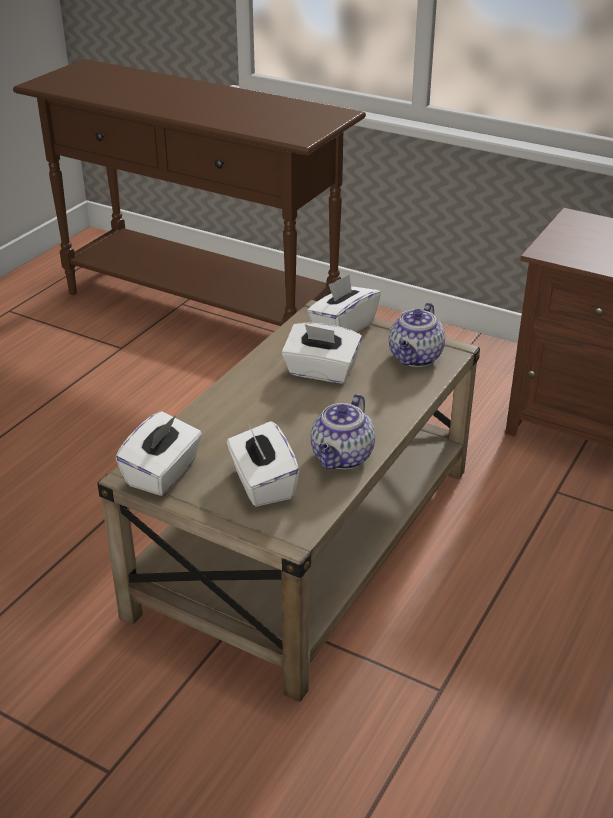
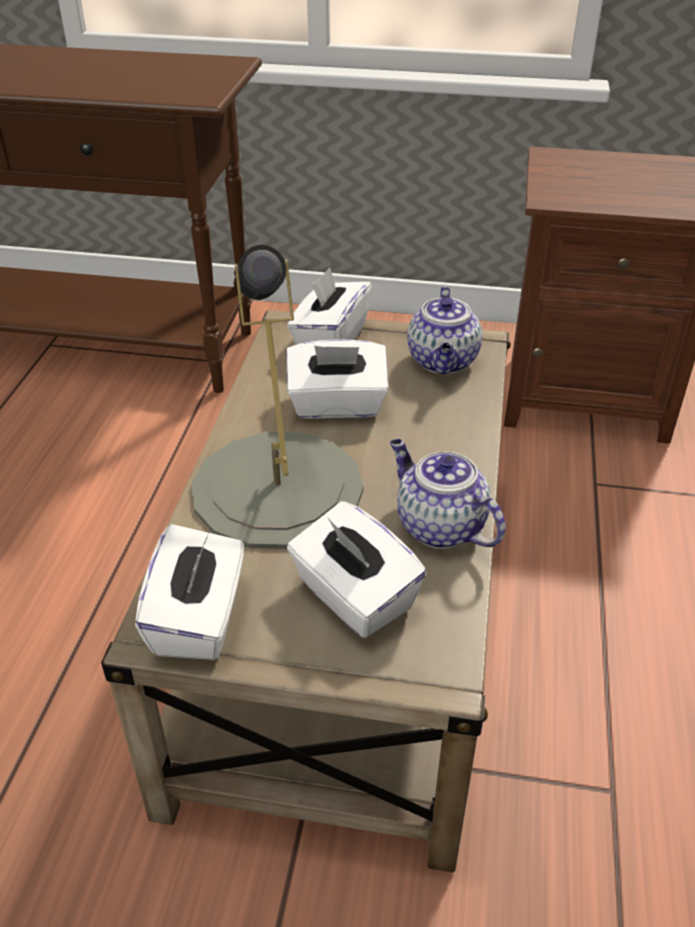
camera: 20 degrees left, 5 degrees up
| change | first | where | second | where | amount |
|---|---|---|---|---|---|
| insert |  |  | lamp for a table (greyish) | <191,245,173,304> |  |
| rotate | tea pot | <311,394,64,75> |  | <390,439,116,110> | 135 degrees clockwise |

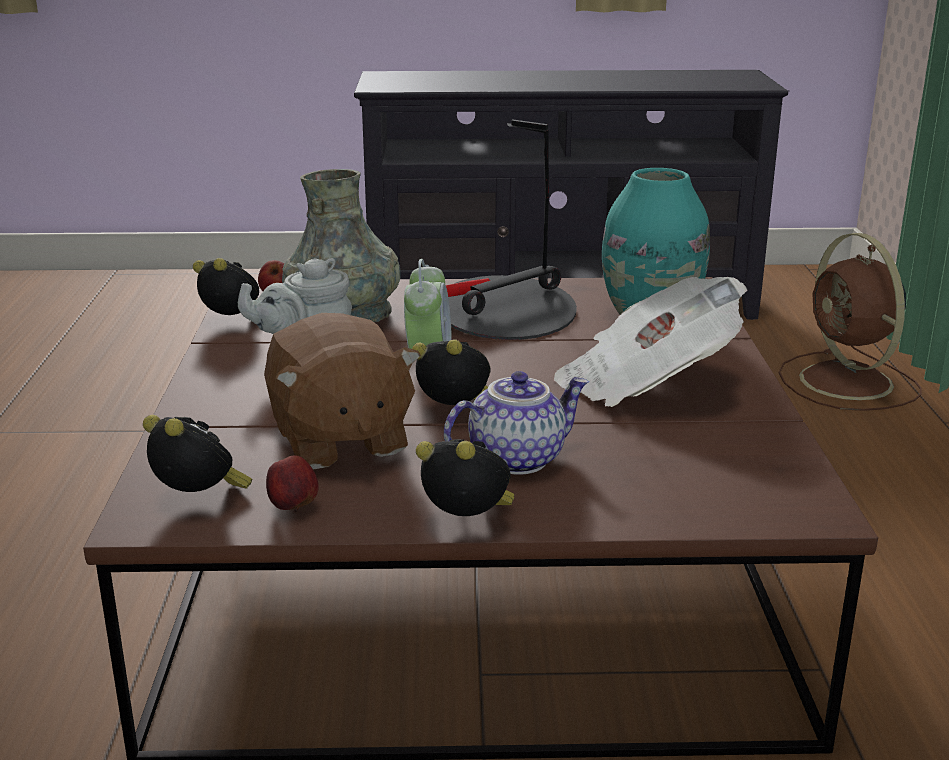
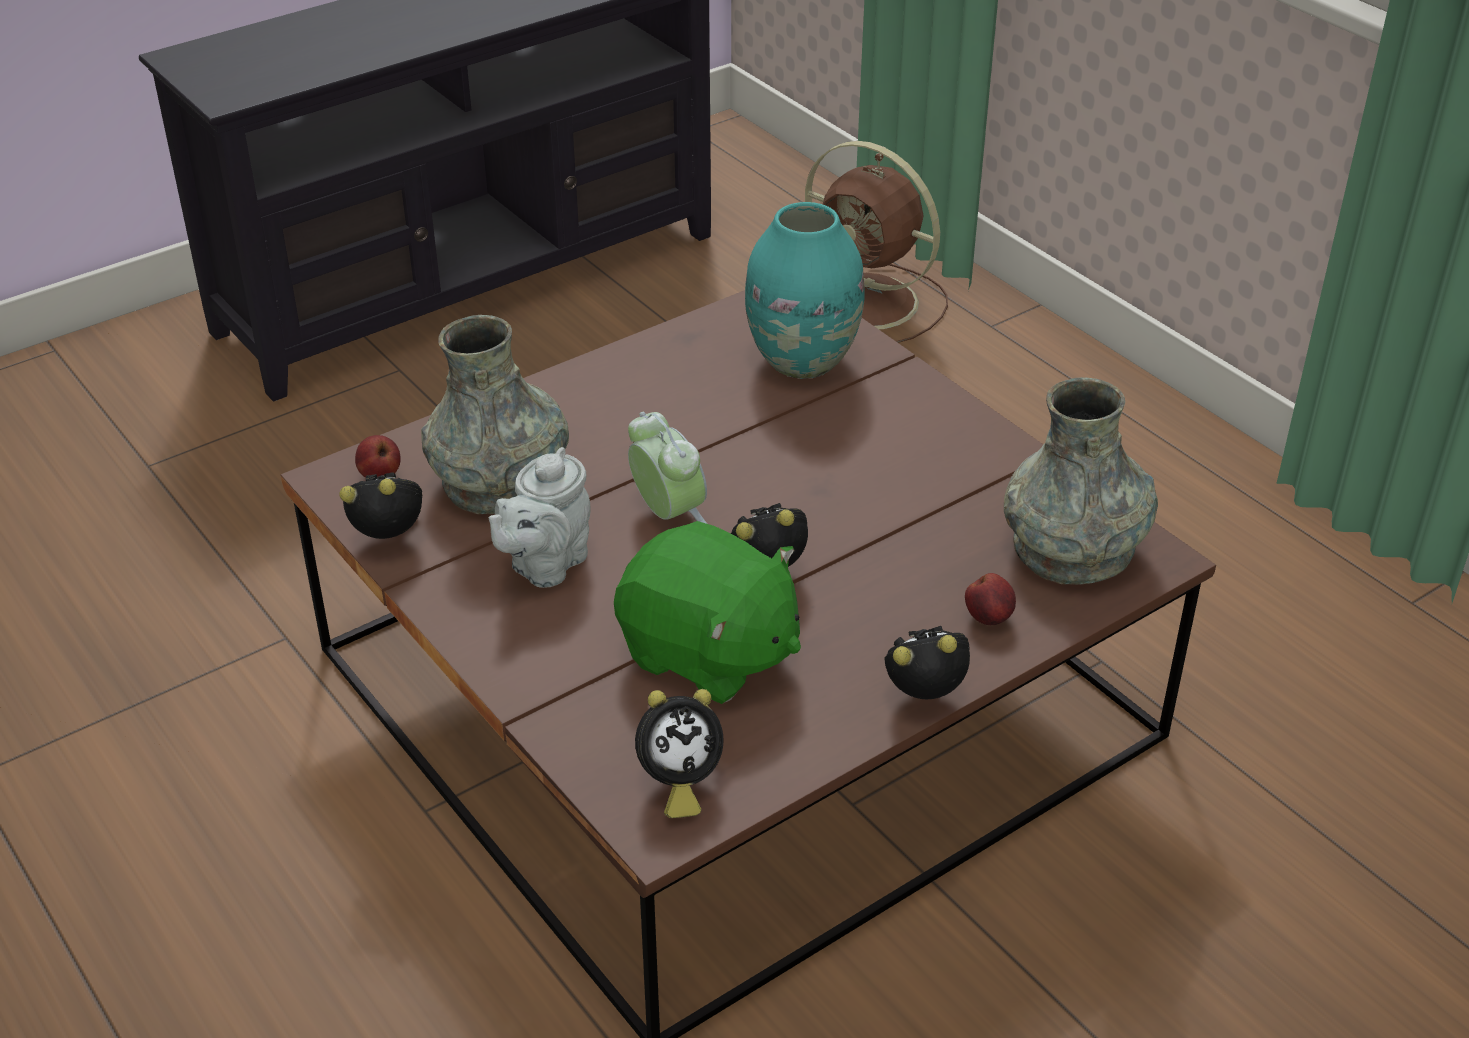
camera: 35 degrees left, 15 degrees up
| change | first | where | second | where | amount |
|---|---|---|---|---|---|
| recolor | cuddly toy (brownish) | <264,313,157,156> | cuddly toy (green) | <614,521,187,183> |  |
| rotate | table clock | <143,415,109,77> |  | <635,689,88,129> | 150 degrees clockwise |
| move | whole apple | <266,455,53,57> |  | <965,573,51,52> |  |
| insert |  |  | flower vase (greyish) | <1004,377,154,208> |  |
| delete | tea pot | <444,371,145,104> |  |  |  |
| delete | lamp for a table | <446,119,131,221> |  |  |  |
| delete | daily paper | <554,277,193,130> |  |  |  |

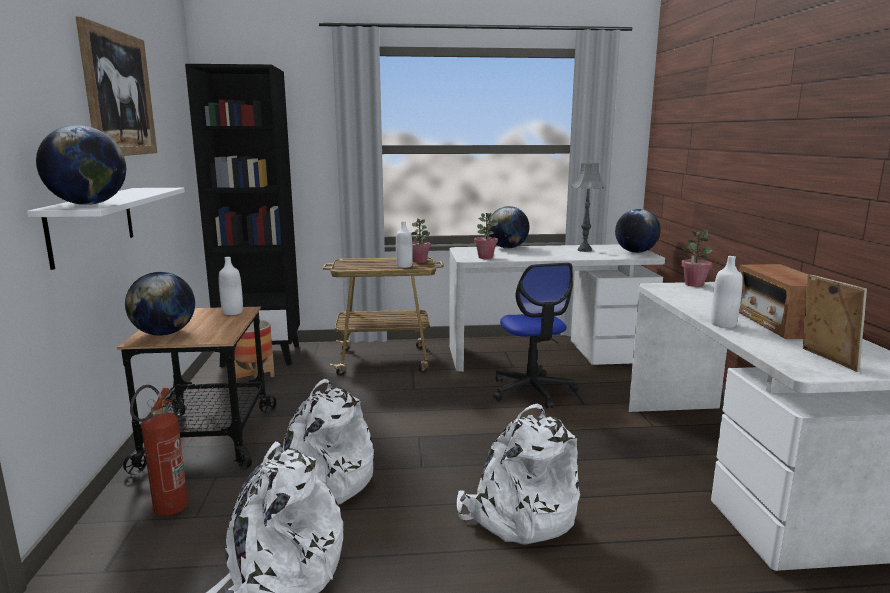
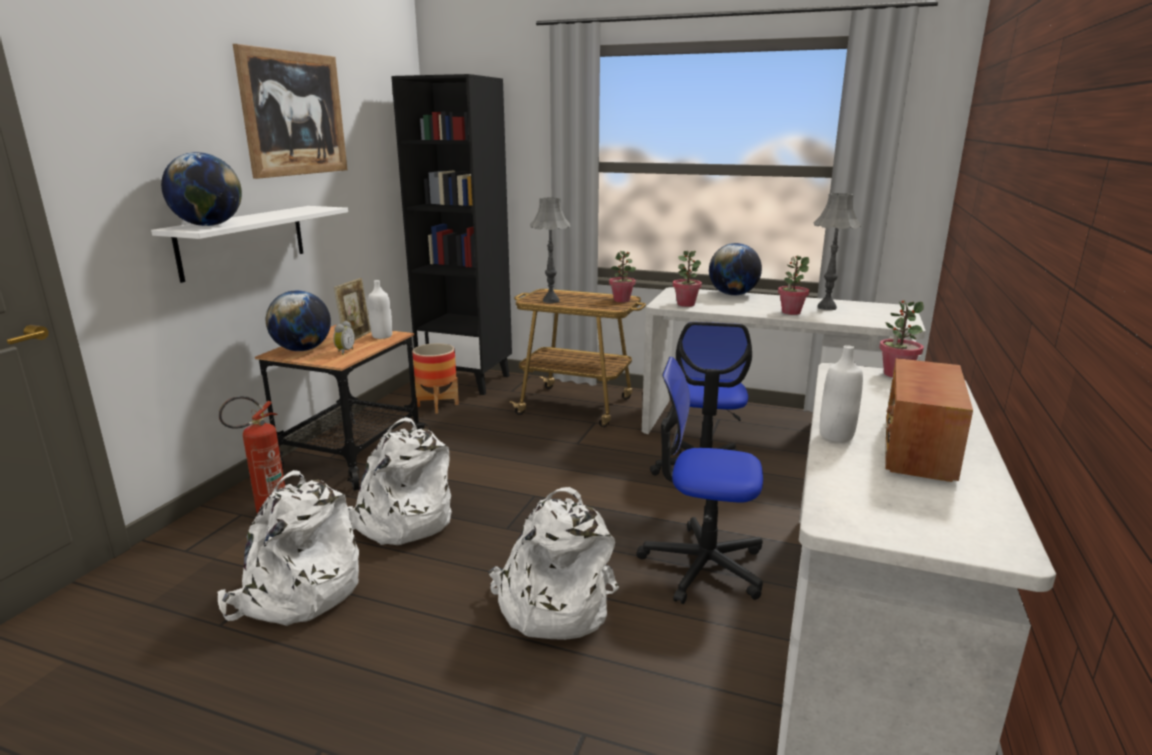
camera: 25 degrees right, 5 degrees up
| change | first | where | second | where | amount |
|---|---|---|---|---|---|
| insert |  |  | table clock | <333,321,22,34> |  |
| move | picture frame | <803,274,64,98> |  | <334,278,37,62> |  |
| insert |  |  | lamp for a table (greyish) | <530,197,41,106> |  |
| insert |  |  | computer chair | <636,357,127,247> |  |
| insert |  |  | potted plant | <778,256,31,59> |  |
| delete | beverage bottle (white) | <396,221,17,47> |  |  |  |
| delete | desk globe | <615,209,46,44> |  |  |  |

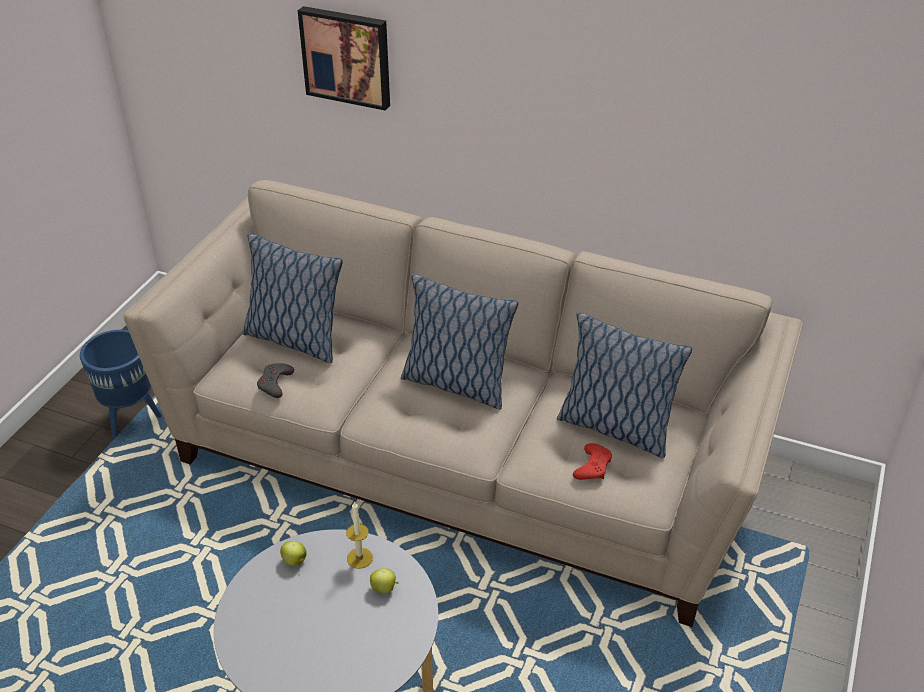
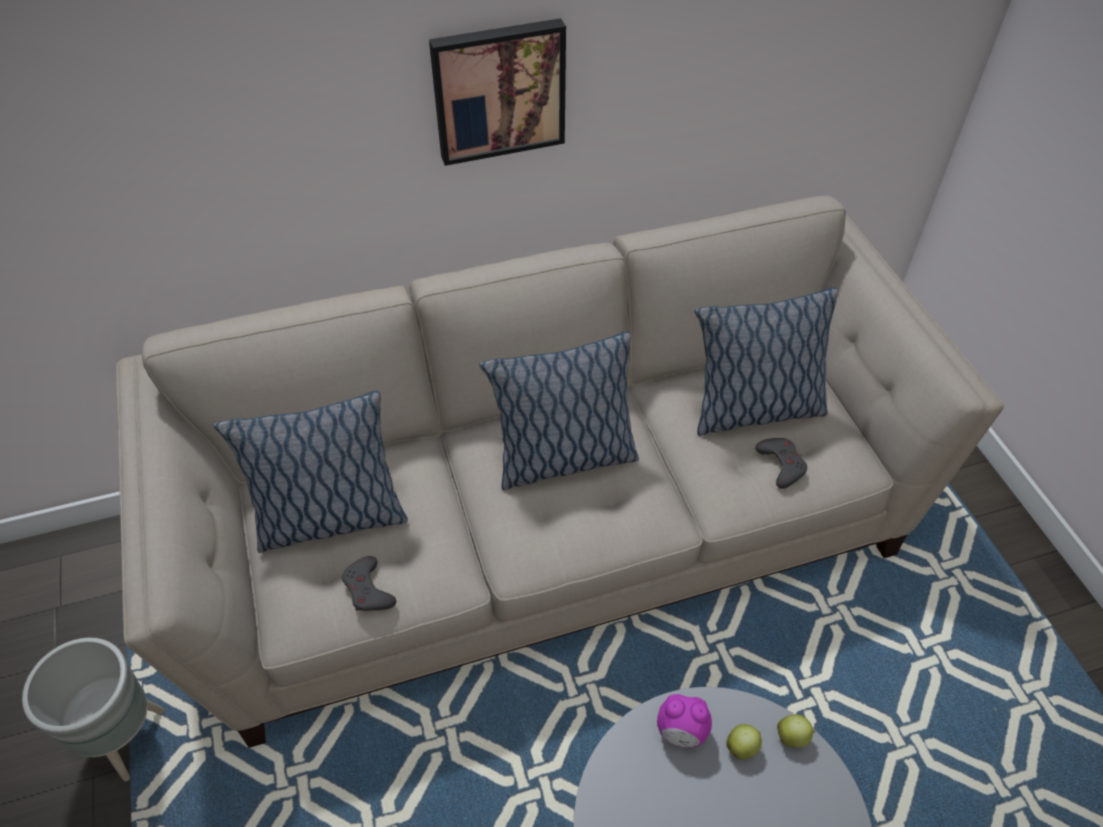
camera: 40 degrees left, 10 degrees up
| change | first | where | second | where | amount |
|---|---|---|---|---|---|
| recolor | plant pot (bluish) | <80,330,81,108> | plant pot (greyish) | <22,638,142,143> |  |
| move | wall art | <298,6,92,105> |  | <429,18,137,148> |  |
| replace | wax candle | <346,501,27,68> | table clock | <657,694,55,53> |  |
| recolor | game controller (red) | <573,443,39,37> | game controller (greyish) | <755,438,52,51> |  |
| move | whole apple | <280,541,27,25> |  | <777,714,38,34> |  |

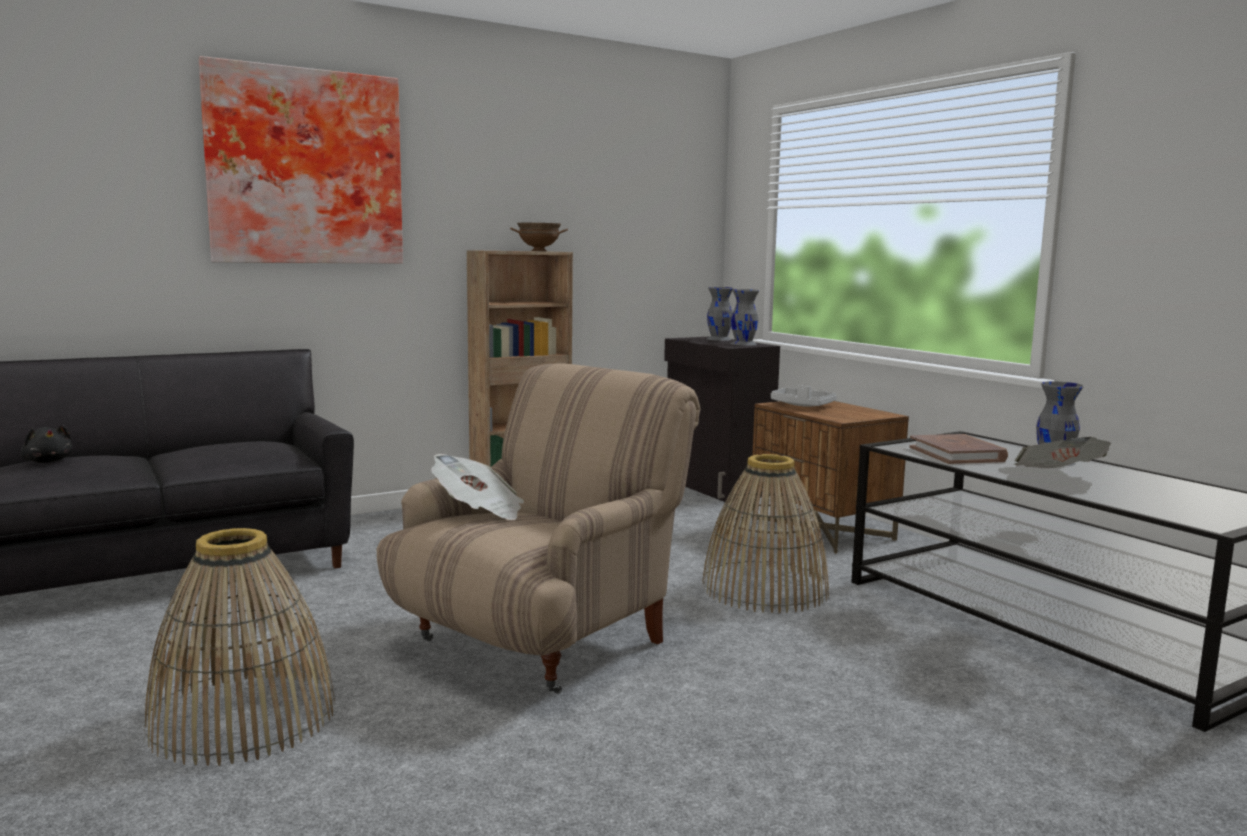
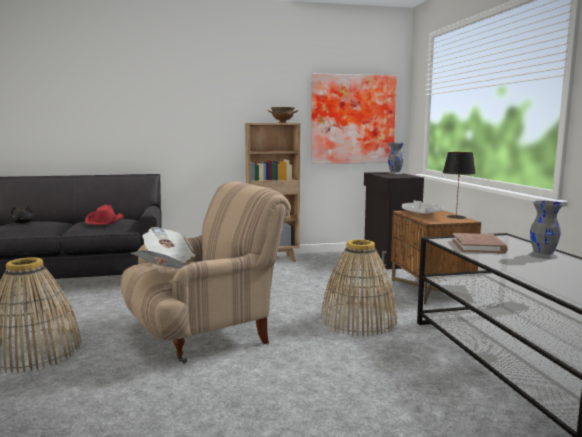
camera: 20 degrees right, 0 degrees up
| change | first | where | second | where | amount |
|---|---|---|---|---|---|
| insert |  |  | hat (red) | <85,205,39,20> |  |
| move | daily paper | <1014,437,97,31> |  | <131,250,54,19> |  |
| move | wall art | <199,56,204,208> |  | <311,73,86,91> |  |
| insert |  |  | lamp for a table (black-coloured) | <443,152,33,67> |  |
| delete | flower vase (greyish) | <731,289,28,57> |  |  |  |

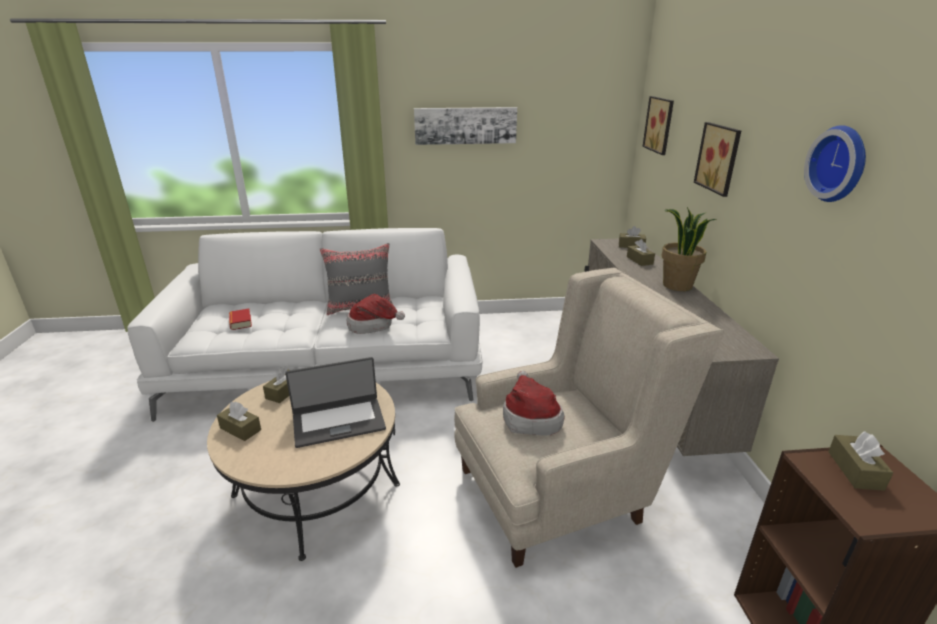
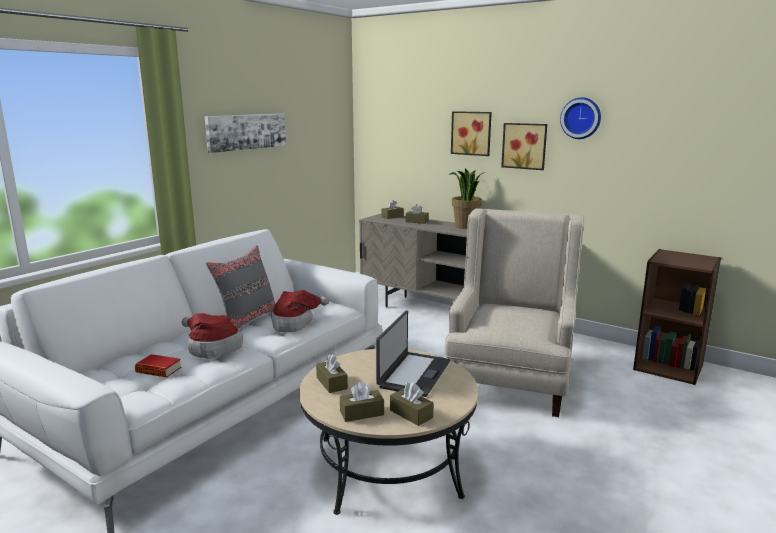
camera: 50 degrees left, 10 degrees down
| change | first | where | second | where | amount |
|---|---|---|---|---|---|
| move | hat | <503,370,62,65> |  | <181,313,62,46> |  |
| move | tissue holder (brownish) | <828,431,65,60> |  | <390,382,44,44> |  |
| move | wall art | <642,96,32,59> |  | <501,123,46,47> |  |

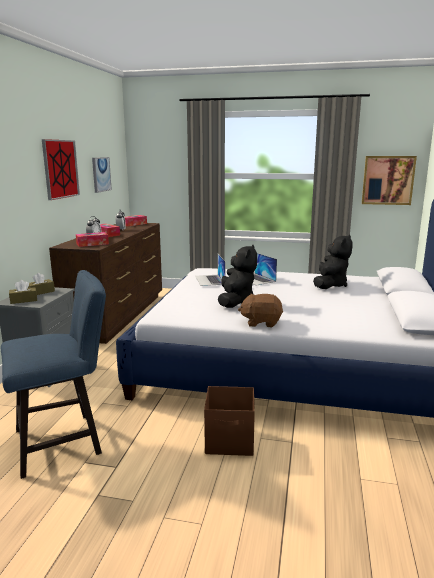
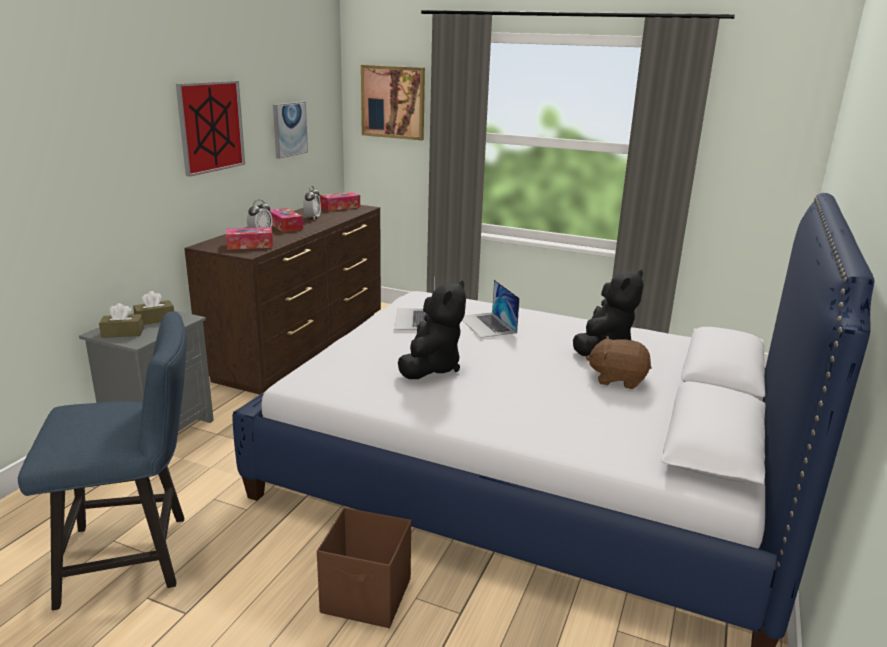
camera: 10 degrees right, 5 degrees up
| change | first | where | second | where | amount |
|---|---|---|---|---|---|
| move | wall art | <362,156,55,49> |  | <361,65,64,75> |  |
| move | cuddly toy (brownish) | <238,294,45,33> |  | <586,336,66,53> |  |

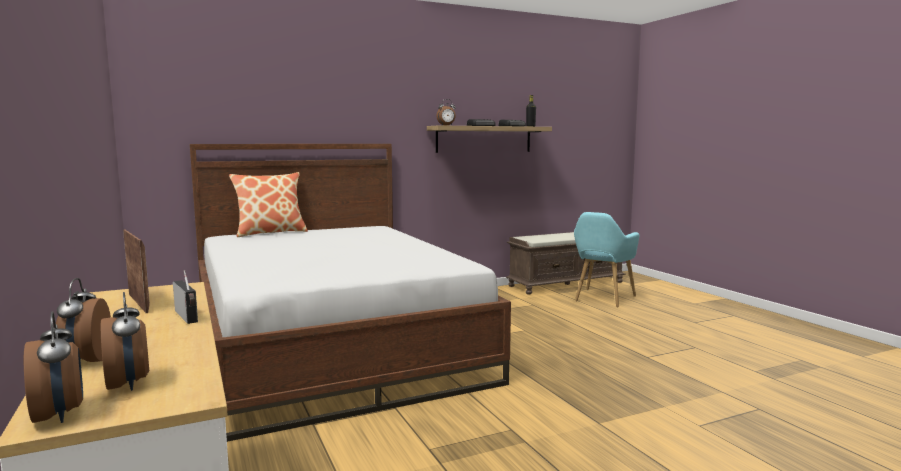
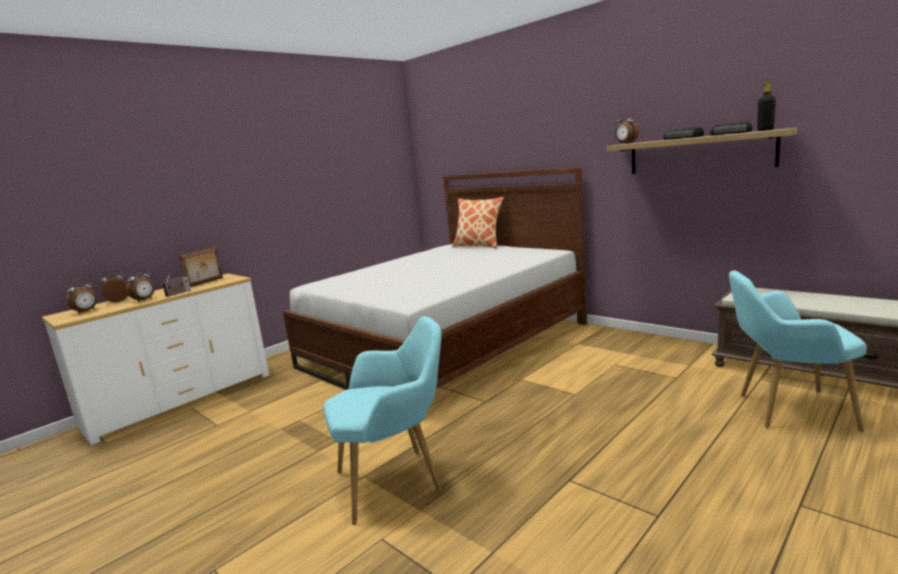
camera: 70 degrees right, 5 degrees up
| change | first | where | second | where | amount |
|---|---|---|---|---|---|
| move | table clock | <24,311,59,112> |  | <126,268,29,34> |  |
| insert |  |  | armchair (blue-green) | <324,316,117,209> |  |

